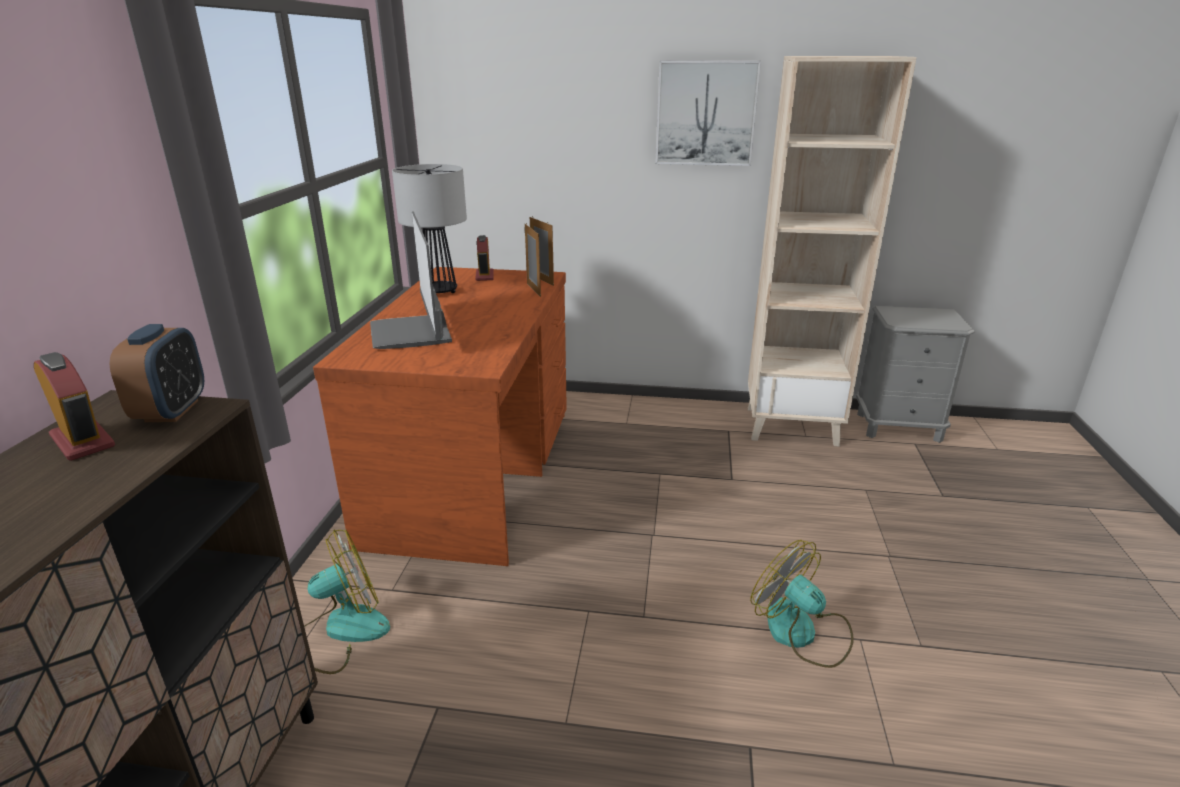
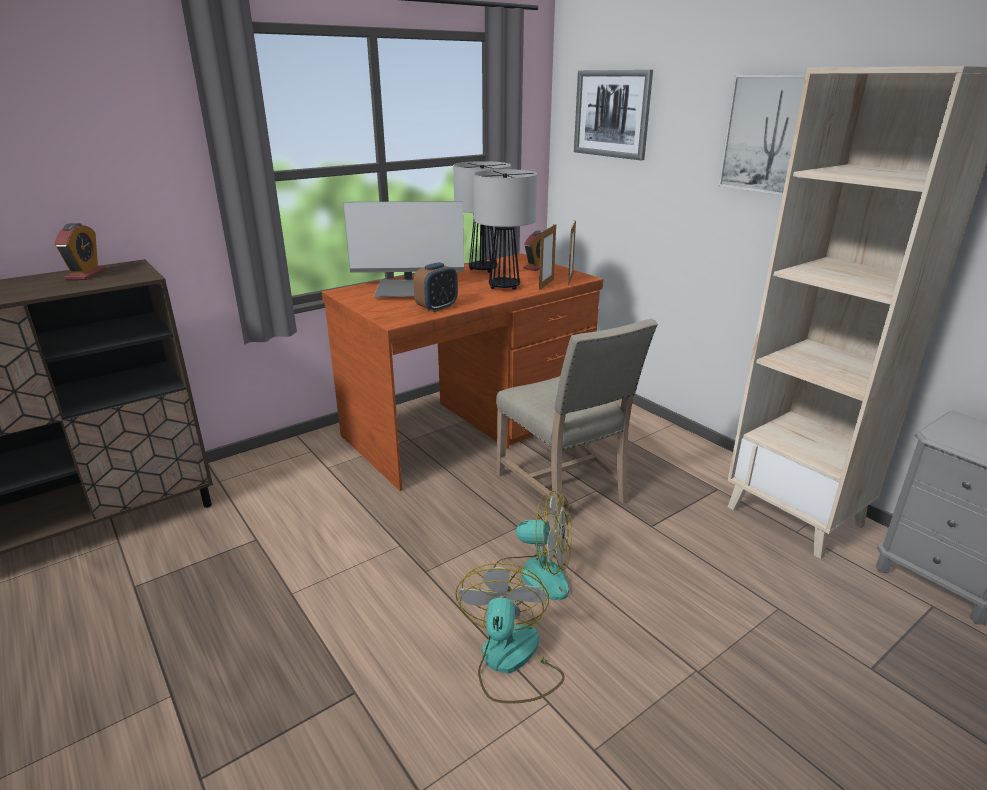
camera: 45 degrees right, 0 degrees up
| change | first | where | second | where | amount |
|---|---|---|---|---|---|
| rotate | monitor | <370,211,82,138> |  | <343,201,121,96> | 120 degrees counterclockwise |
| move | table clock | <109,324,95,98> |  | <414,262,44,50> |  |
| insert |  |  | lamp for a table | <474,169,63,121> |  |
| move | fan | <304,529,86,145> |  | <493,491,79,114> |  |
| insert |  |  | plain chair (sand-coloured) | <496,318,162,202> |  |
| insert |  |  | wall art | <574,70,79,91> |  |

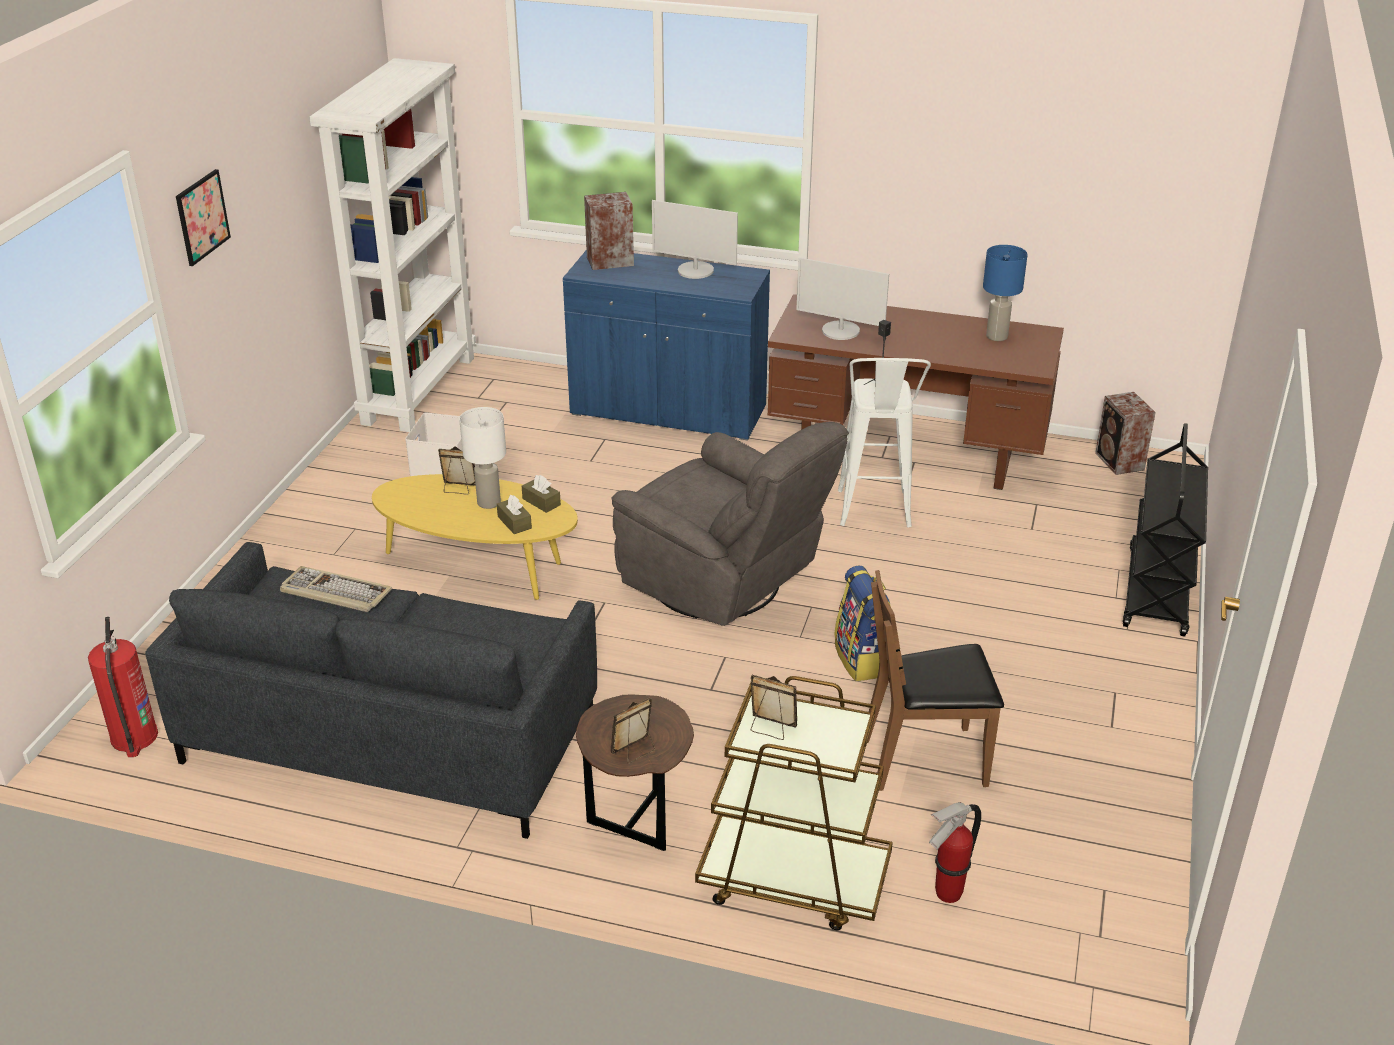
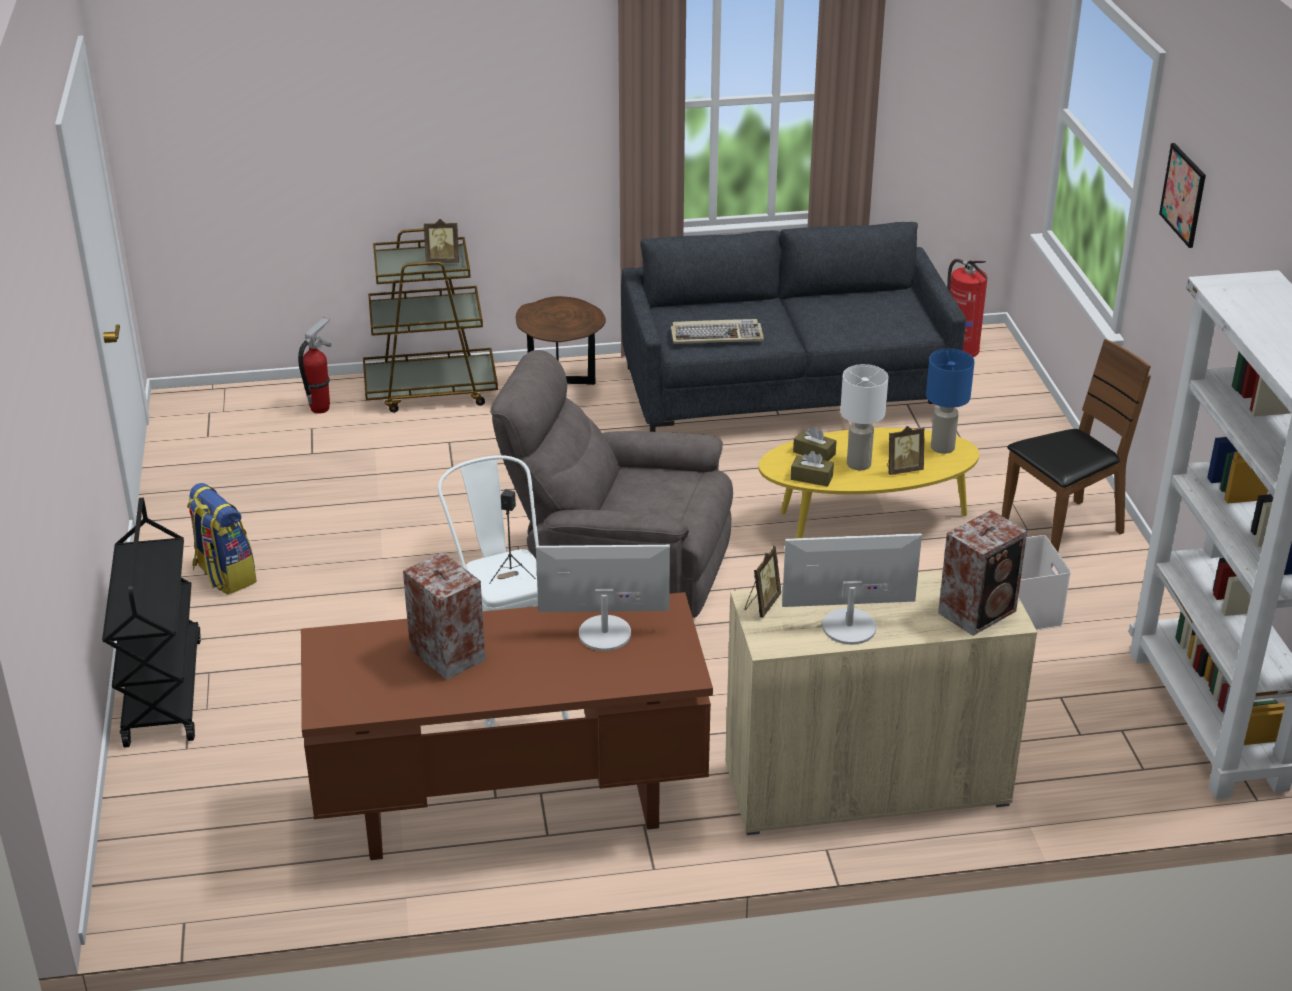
camera: 155 degrees right, 0 degrees up
| change | first | where | second | where | amount |
|---|---|---|---|---|---|
| move | knapsack | <834,566,56,115> |  | <187,483,70,111> |  |
| move | loudspeaker | <1095,392,61,83> |  | <403,552,82,128> |  |
| move | computer keyboard | <280,566,112,46> |  | <671,319,93,25> |  |
| recolor | cupboard (bluish) | <563,250,207,191> | cupboard (sand-coloured) | <725,571,312,264> |  |
| move | picture frame | <611,698,44,66> |  | <744,546,37,72> |  |
| move | lamp for a table (bluish) | <983,245,45,96> |  | <926,349,49,105> |  |
| move | plain chair (brownish) | <867,570,137,221> |  | <1002,339,149,213> |  |

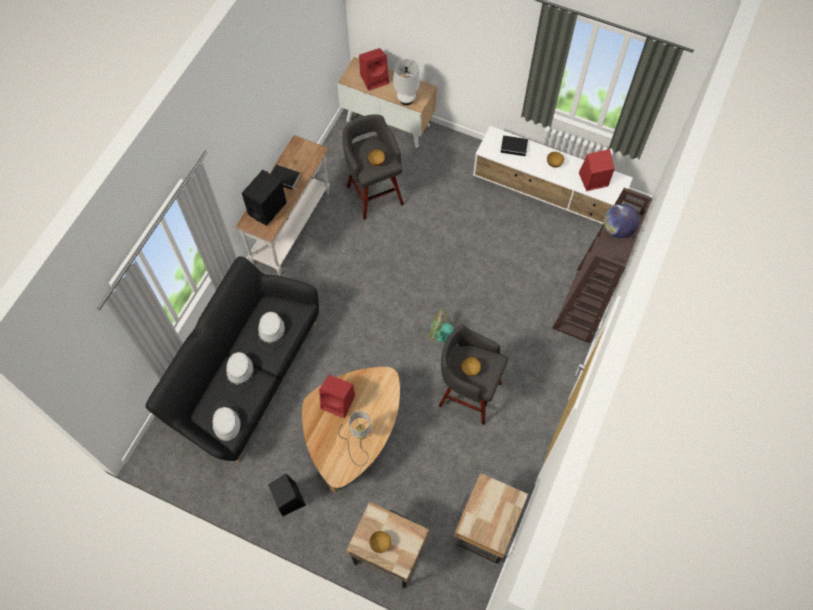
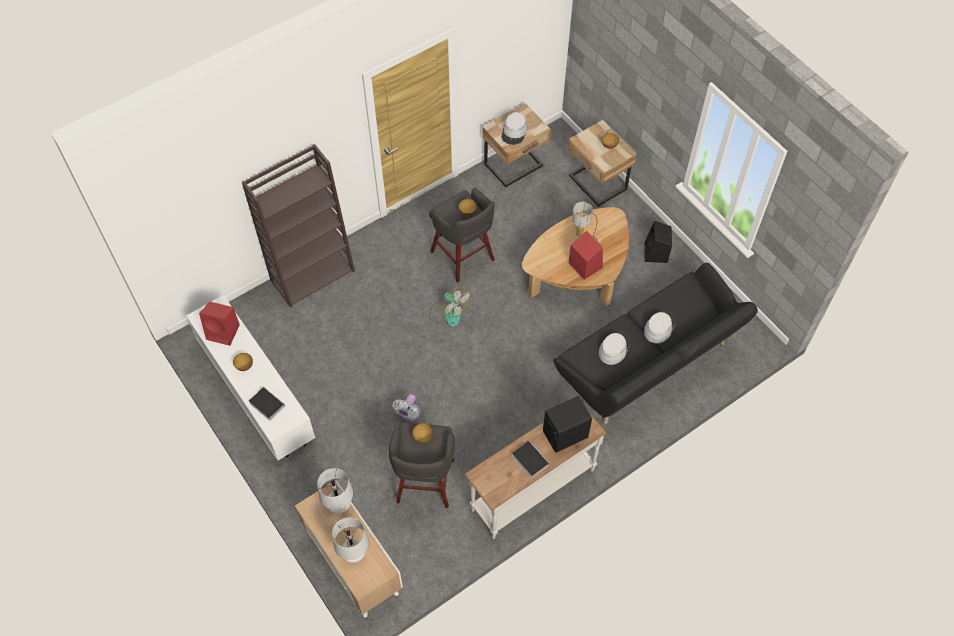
camera: 150 degrees left, 5 degrees down
| change | first | where | second | where | amount |
|---|---|---|---|---|---|
| replace | loudspeaker (red) | <359,48,30,43> | lamp for a table (white) | <332,517,37,46> |  |
| insert |  |  | fan (white) | <393,394,28,28> |  |
| move | hat (greyish) | <212,401,29,40> |  | <501,112,27,33> |  |
| delete | desk globe | <604,204,35,34> |  |  |  |

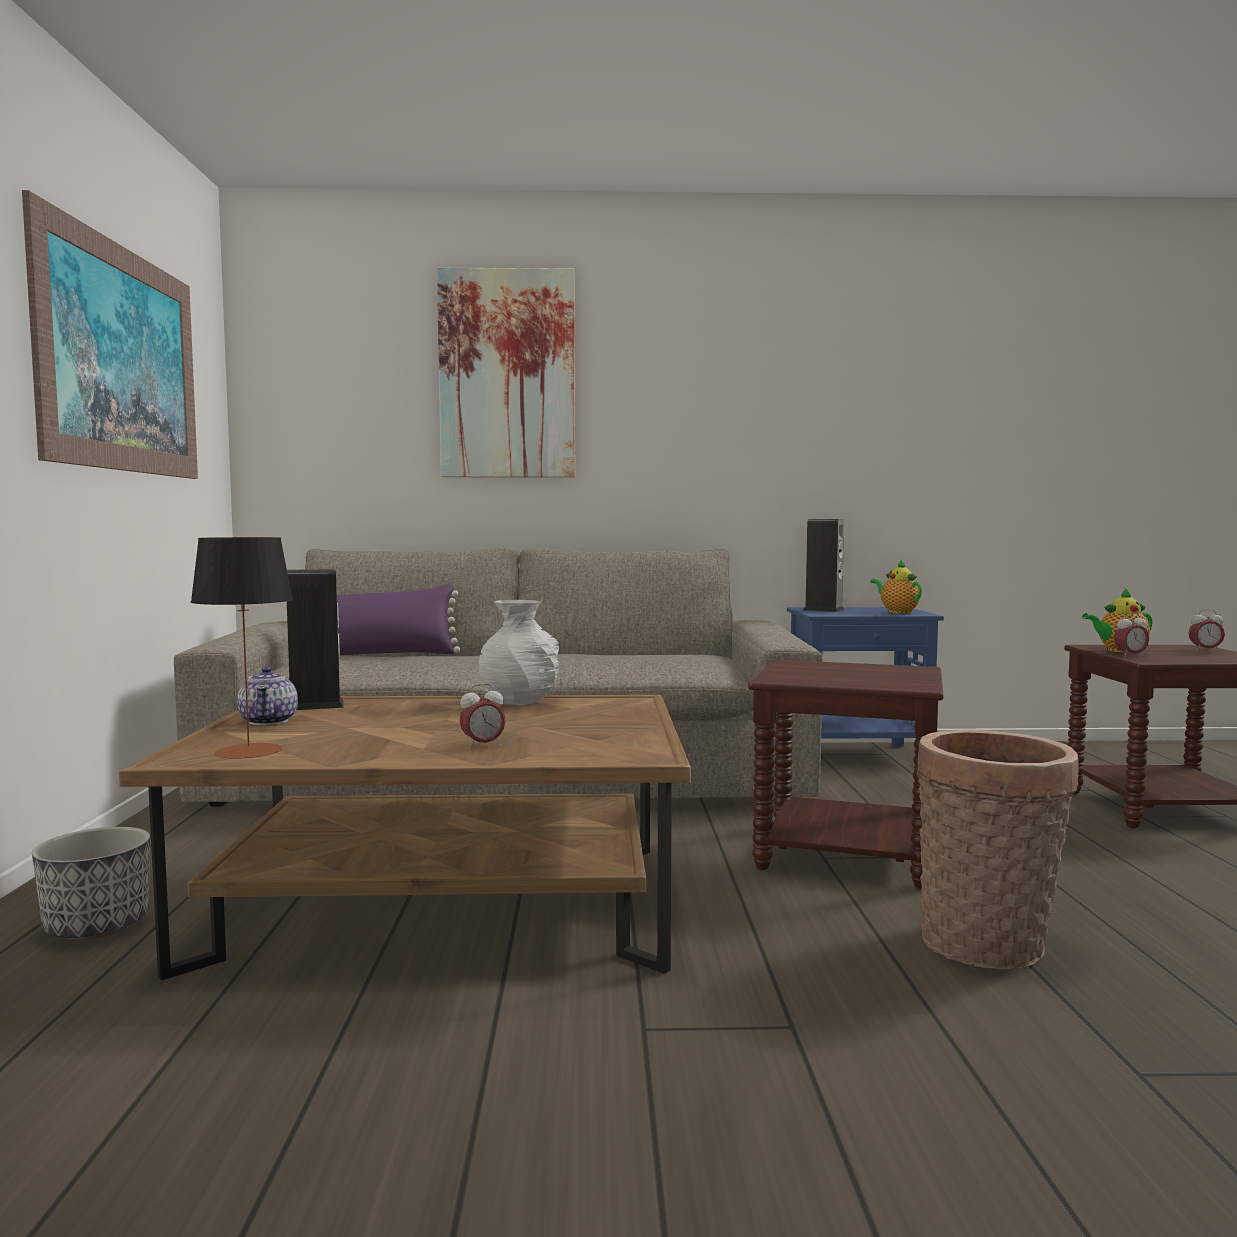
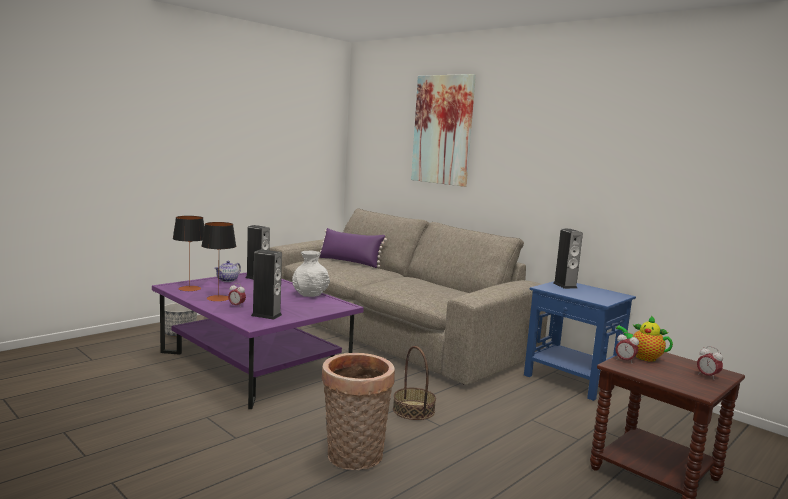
camera: 45 degrees right, 5 degrees up
| change | first | where | second | where | amount |
|---|---|---|---|---|---|
| recolor | low table (brownish) | <119,695,572,285> | low table (purple-coloured) | <152,272,212,137> |  |
| insert |  |  | lamp for a table | <201,222,35,80> |  |
| insert |  |  | loudspeaker | <251,249,31,71> |  |
| replace | end table (brownish) | <748,660,196,229> | household basket | <393,346,43,74> |  |
| delete | wall art | <22,190,176,289> |  |  |  |
| delete | tea pot | <870,560,52,54> |  |  |  |

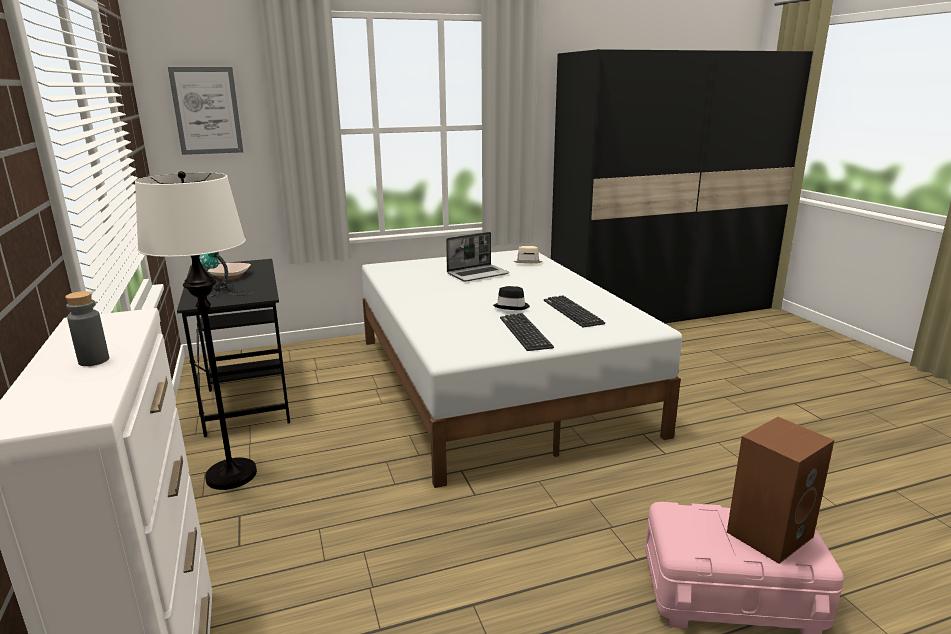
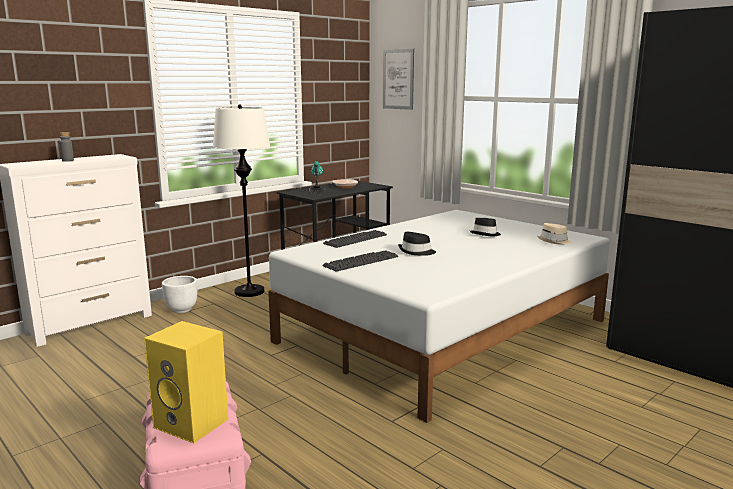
camera: 65 degrees right, 5 degrees down
| change | first | where | second | where | amount |
|---|---|---|---|---|---|
| recolor | loudspeaker (brownish) | <727,417,107,147> | loudspeaker (yellow) | <144,321,84,122> |  |
| insert |  |  | plant pot (white) | <162,276,35,37> |  |
| move | computer keyboard | <544,296,61,31> |  | <323,230,64,18> |  |
| replace | laptop | <446,232,63,50> | hat (black-coloured) | <470,218,31,19> |  |

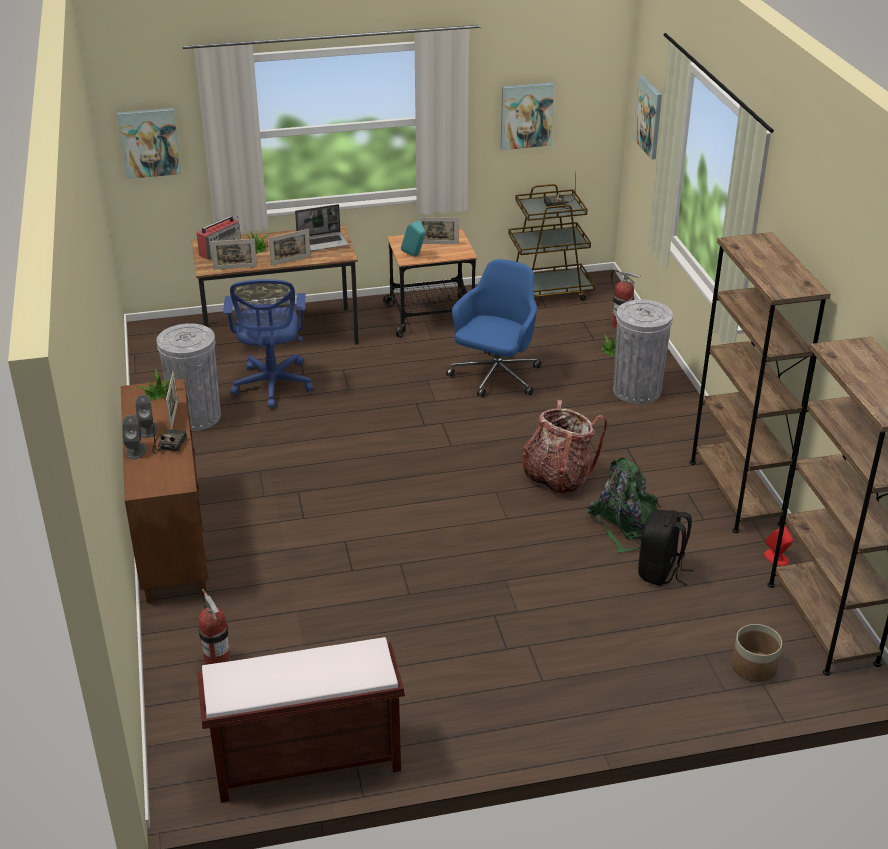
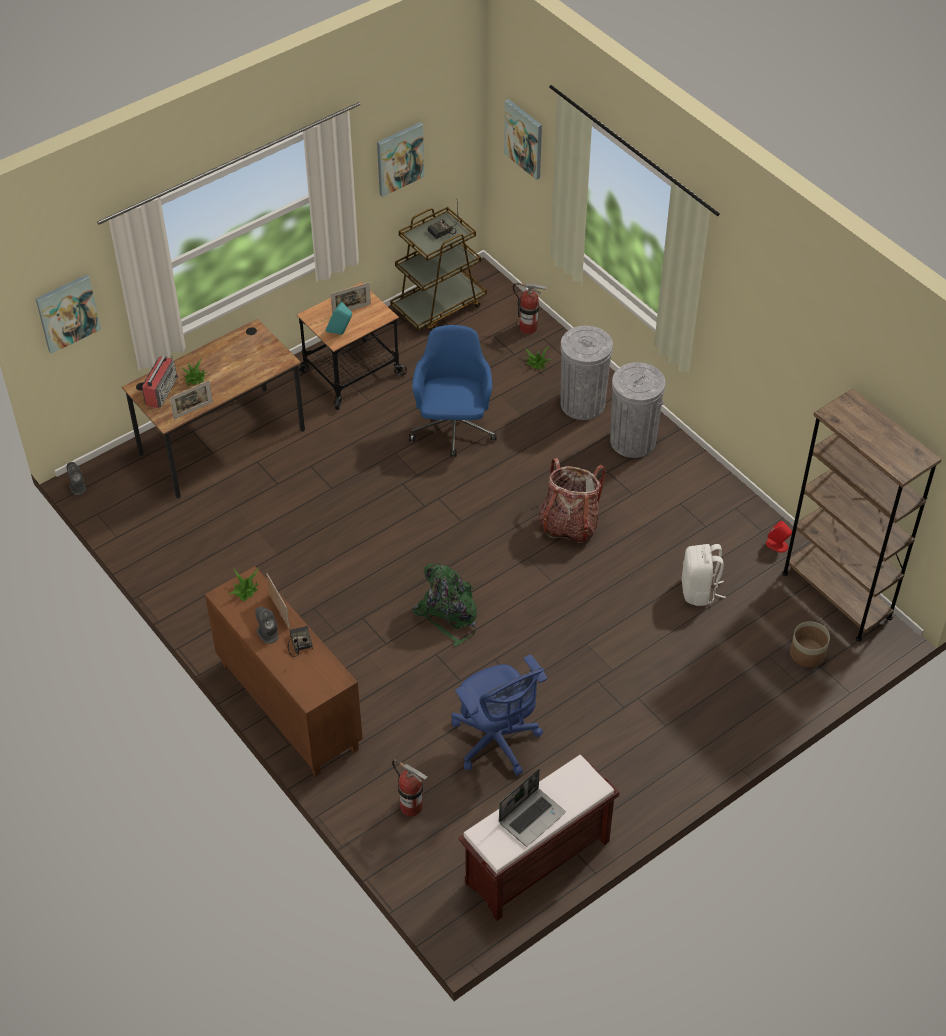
camera: 25 degrees left, 15 degrees up
| change | first | where | second | where | amount |
|---|---|---|---|---|---|
| move | loudspeaker (greyish) | <122,415,24,44> |  | <66,462,20,33> |  |
| move | knapsack (green) | <587,458,74,95> |  | <412,563,65,83> |  |
| move | computer chair (bluish) | <224,279,90,129> |  | <451,654,96,122> |  |
| move | laptop | <295,204,54,47> |  | <499,769,67,77> |  |
| move | rubbish bin (greyish) | <156,323,65,108> |  | <610,362,55,96> |  |
| recolor | knapsack (black-coloured) | <638,510,56,76> | knapsack (white) | <682,544,44,62> |  |
| delete | picture frame | <268,229,43,37> |  |  |  |
| delete | bookshelf (brownish) | <690,232,141,301> |  |  |  |

